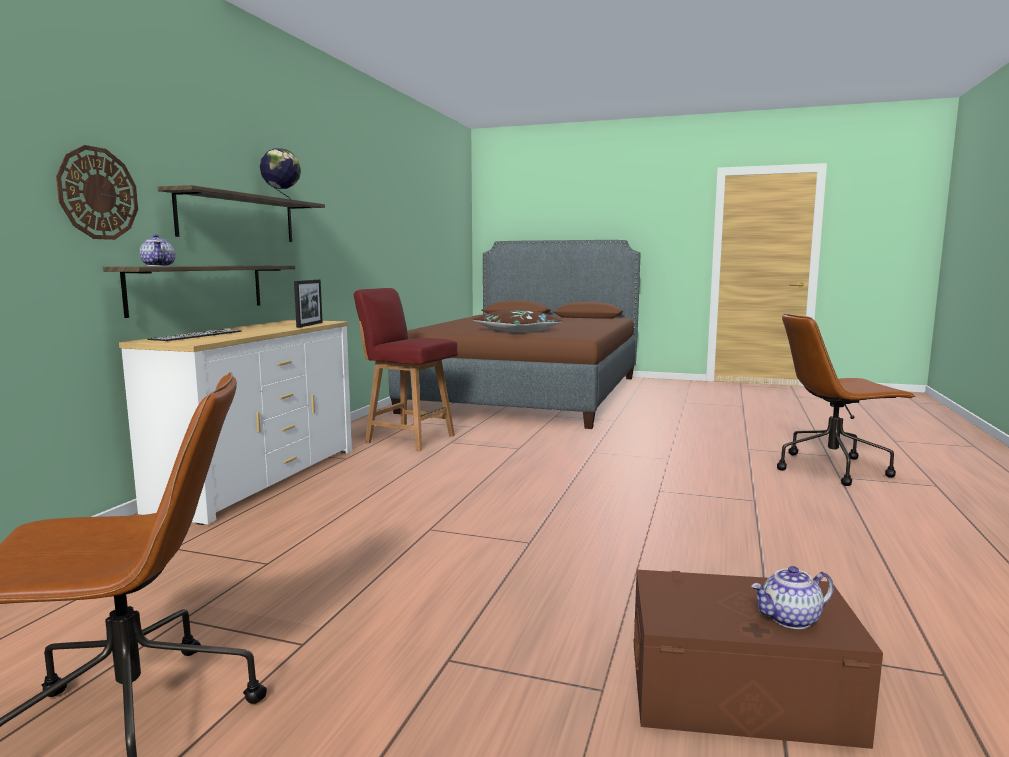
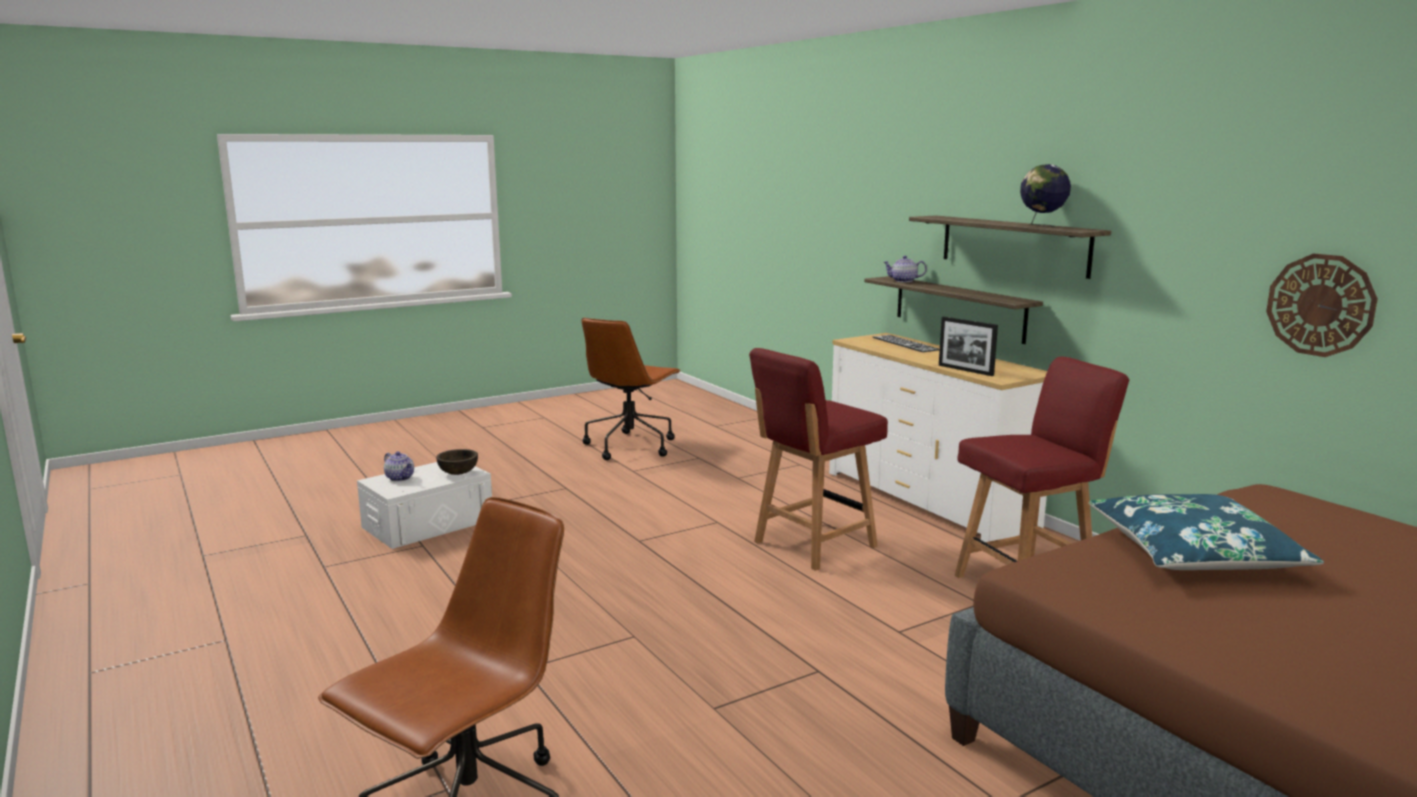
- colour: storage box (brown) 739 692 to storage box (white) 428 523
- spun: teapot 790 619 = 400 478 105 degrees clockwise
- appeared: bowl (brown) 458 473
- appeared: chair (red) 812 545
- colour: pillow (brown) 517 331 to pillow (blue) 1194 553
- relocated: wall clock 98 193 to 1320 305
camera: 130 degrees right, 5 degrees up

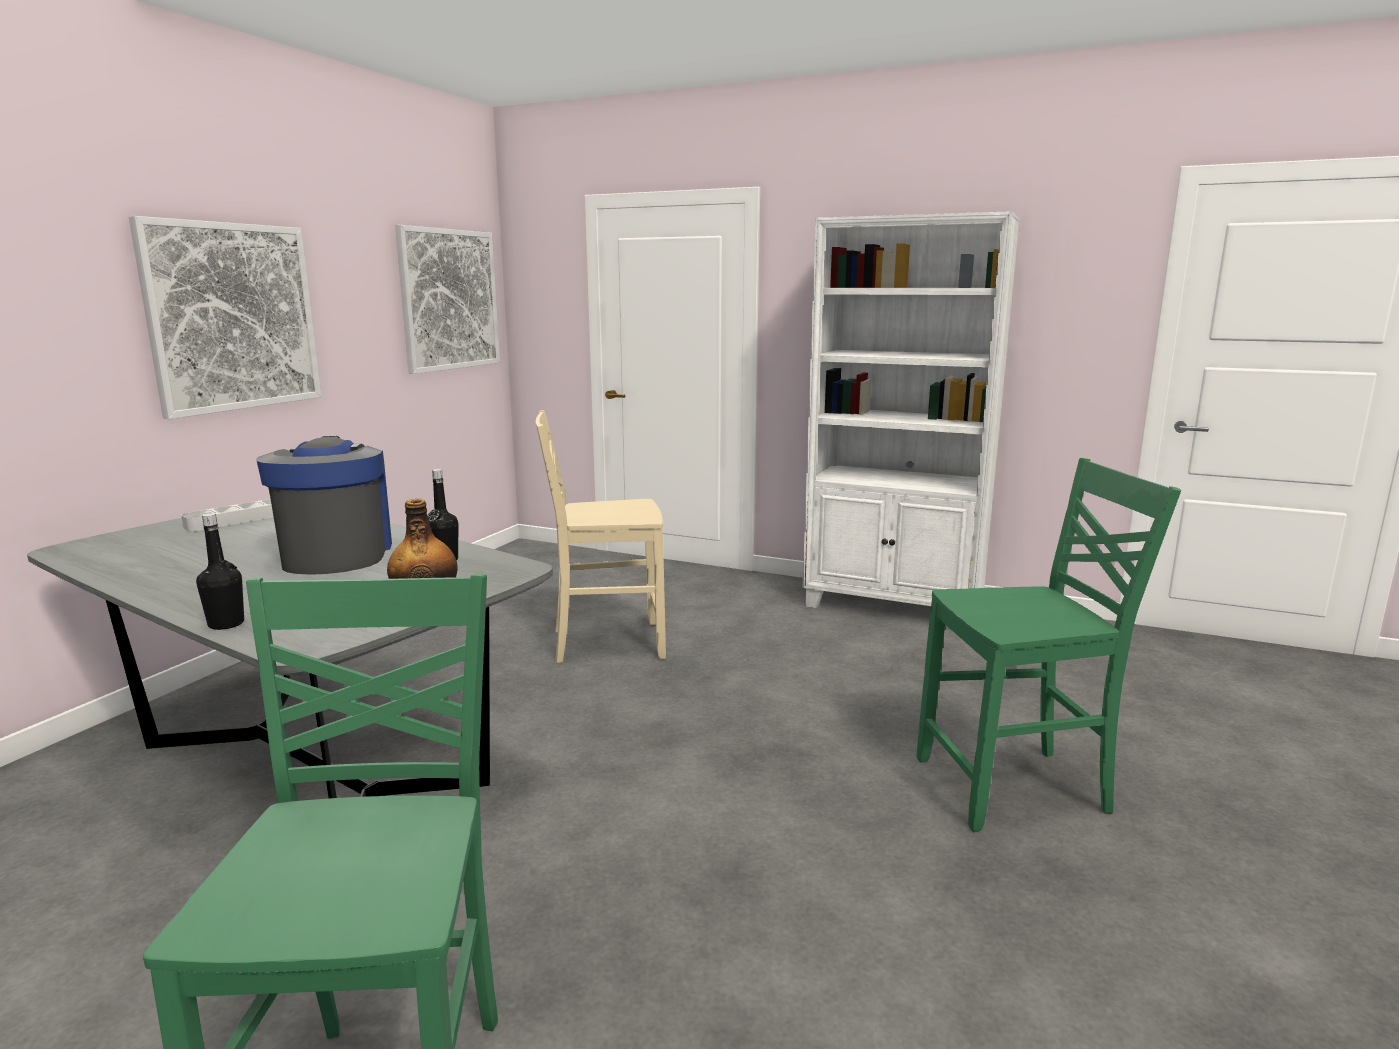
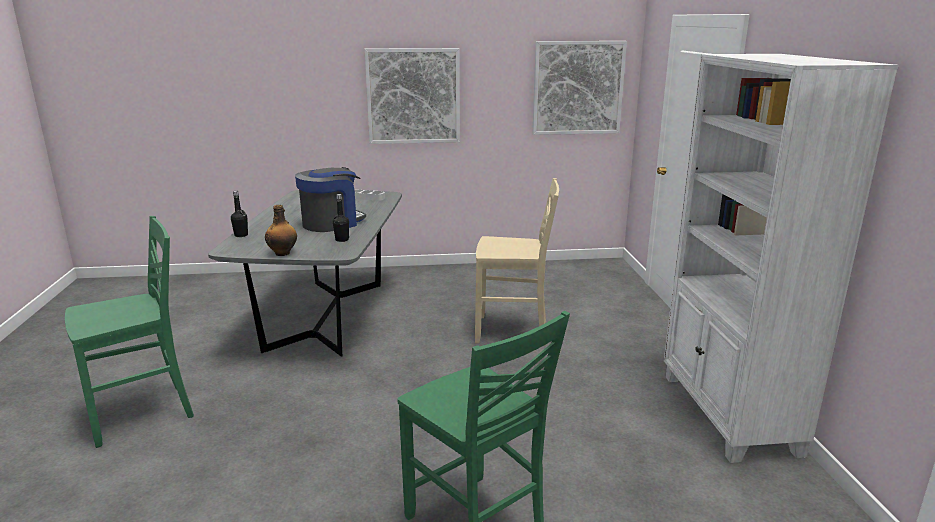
- spun: chair (beige) 605 643 = 513 331 135 degrees clockwise
camera: 60 degrees right, 5 degrees up

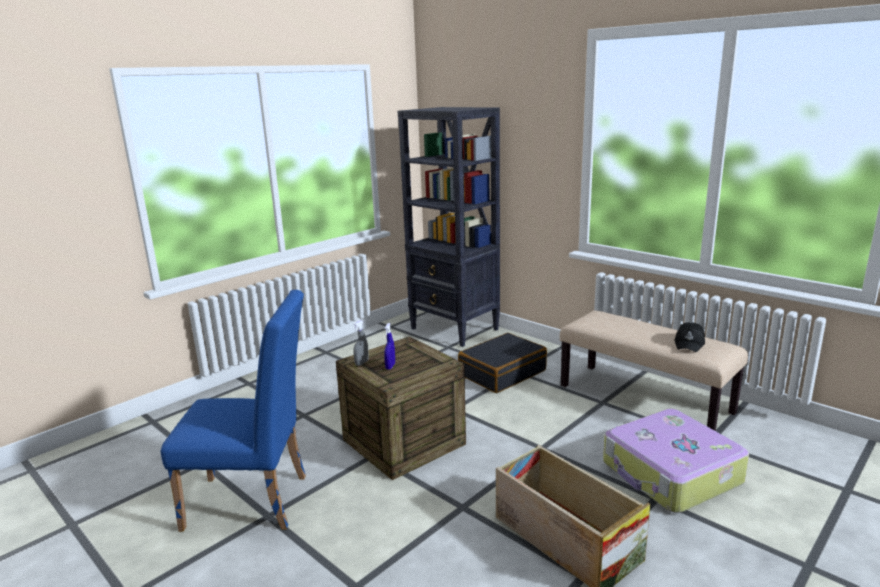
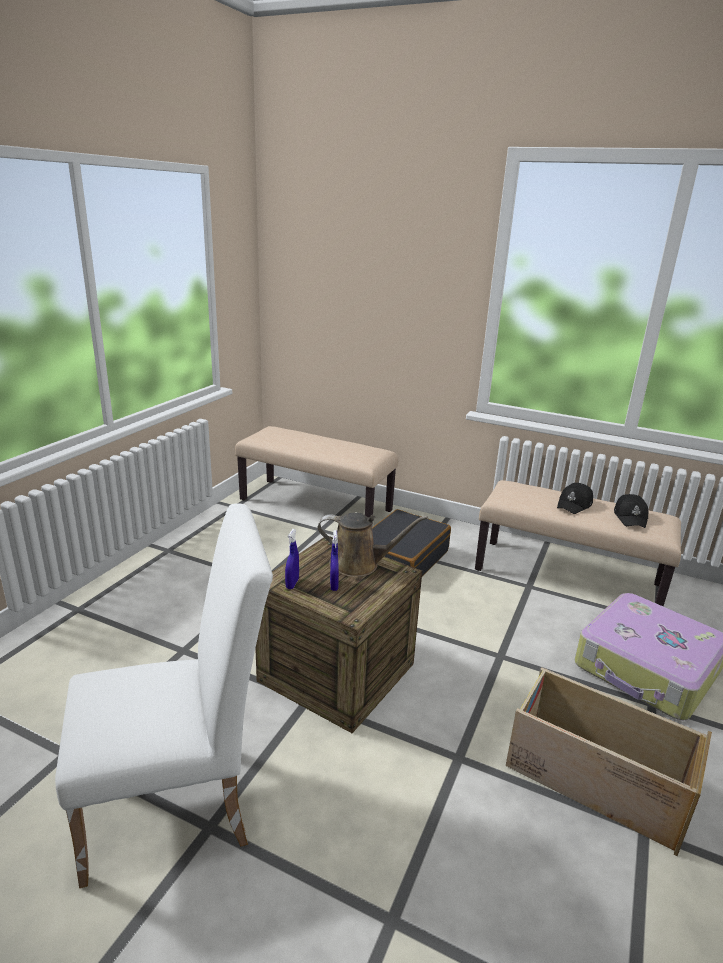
- colour: chair (blue) 256 502 to chair (white) 181 807
- exchanged: bookcase (black) 455 329 to bench (beige) 316 505
- colour: spray bottle (grey) 361 363 to spray bottle (blue) 292 584
- appeared: watering can (brown) 359 564
- appeared: cap (black) 574 505
camera: 20 degrees left, 5 degrees up

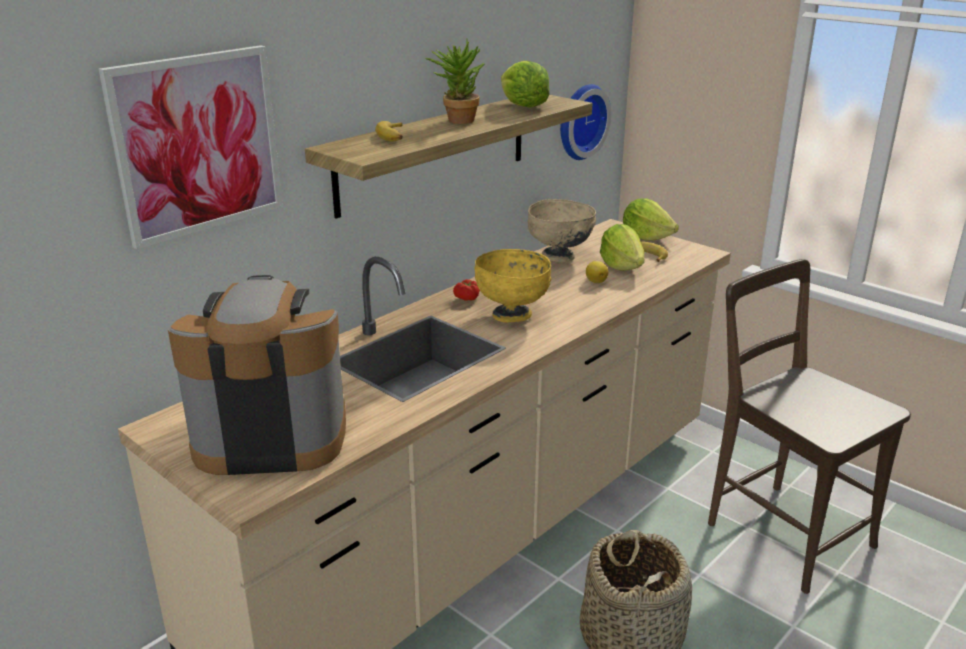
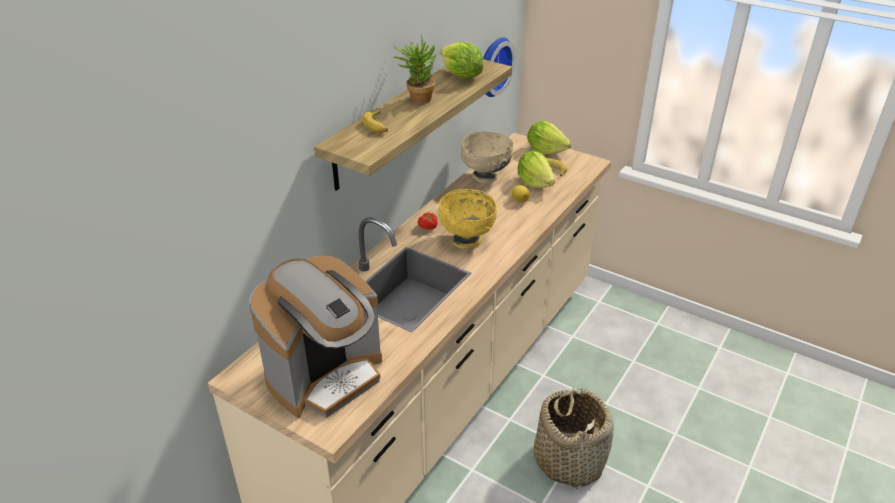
- spun: coffee machine 270 437 = 326 376 150 degrees clockwise
- missing: picture 197 144
- missing: chair (brown) 782 530
camera: 10 degrees left, 10 degrees up

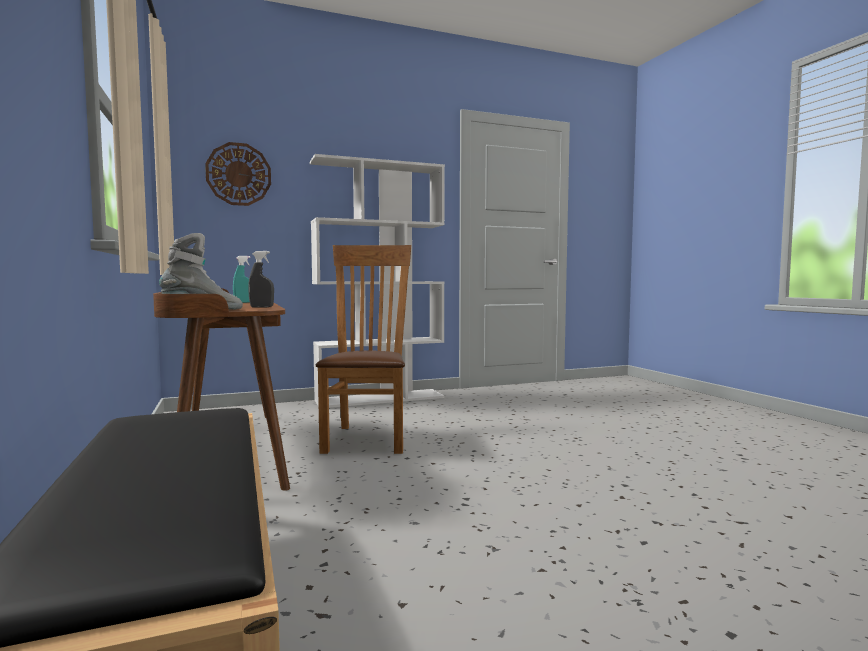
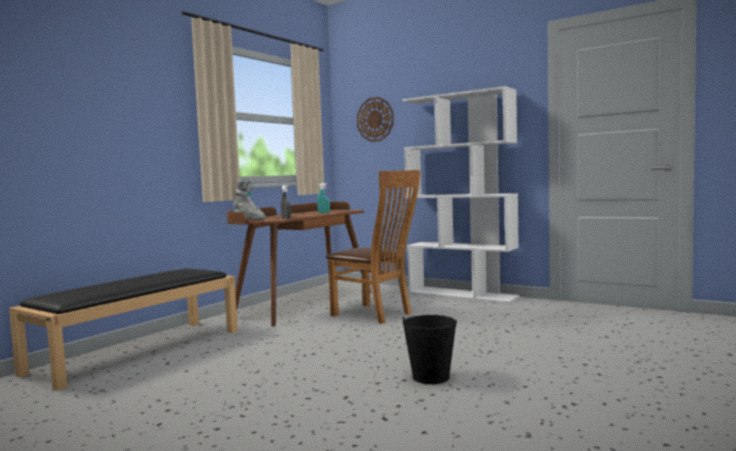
- spun: chair (brown) 368 437 = 375 314 75 degrees clockwise
- appeared: bucket (black) 430 377
camera: 55 degrees right, 0 degrees up

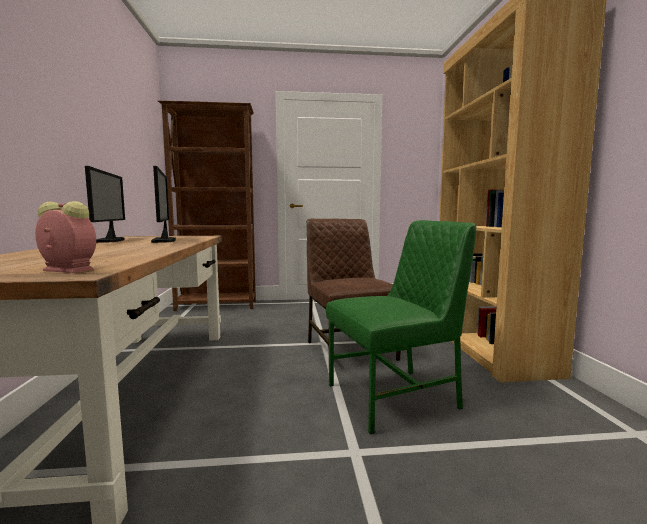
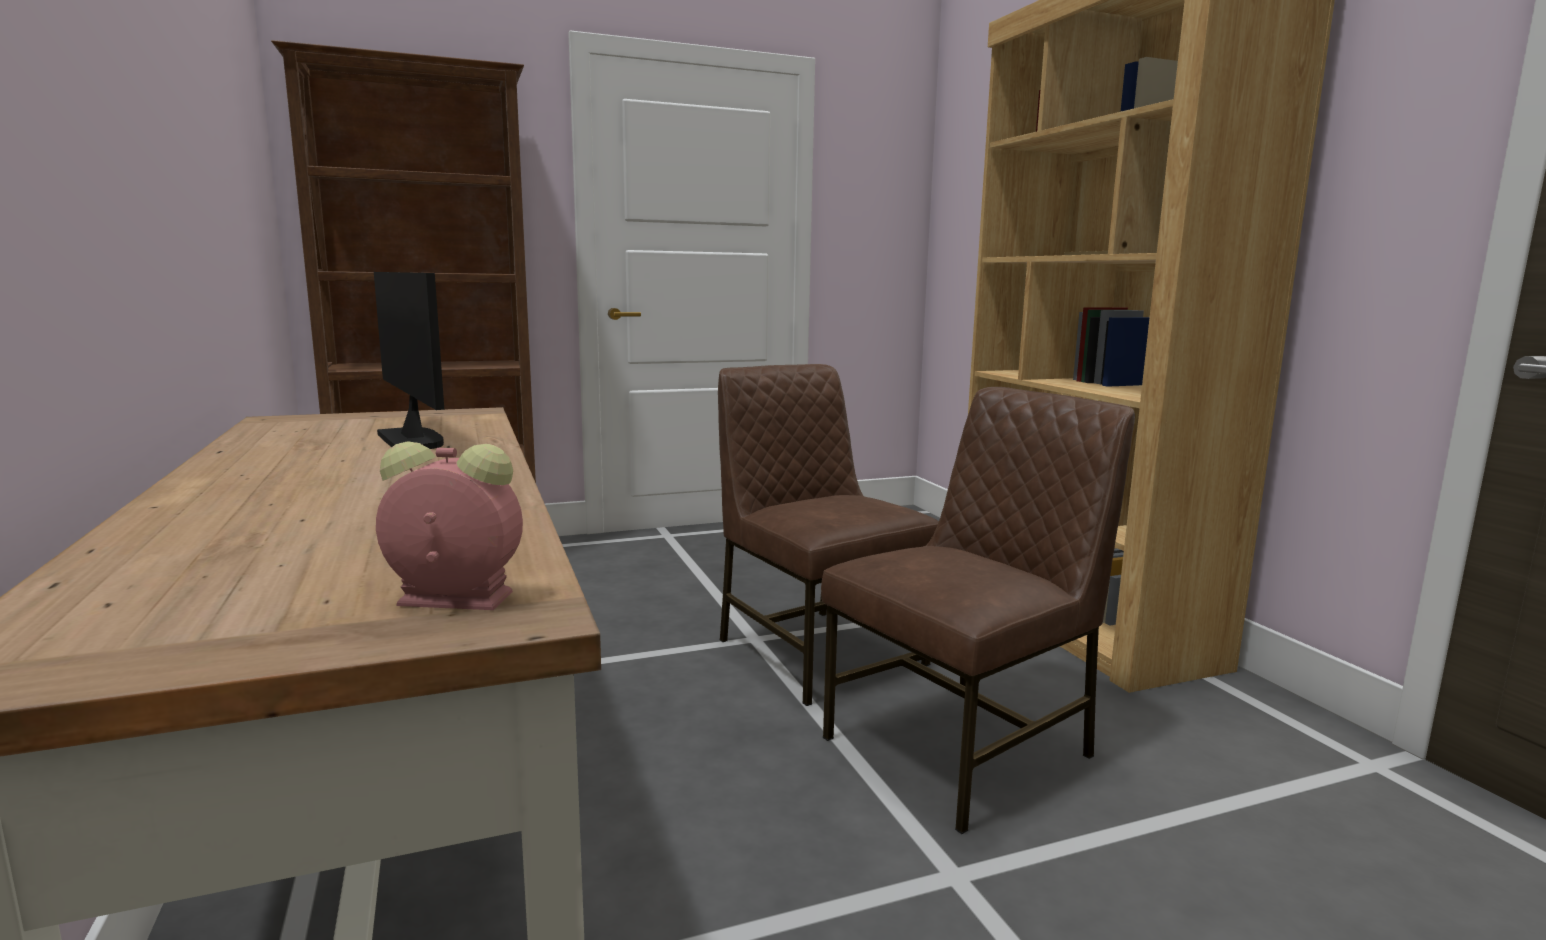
- colour: chair (green) 395 397 to chair (brown) 964 748
- missing: monitor 111 240
camera: 15 degrees left, 5 degrees up

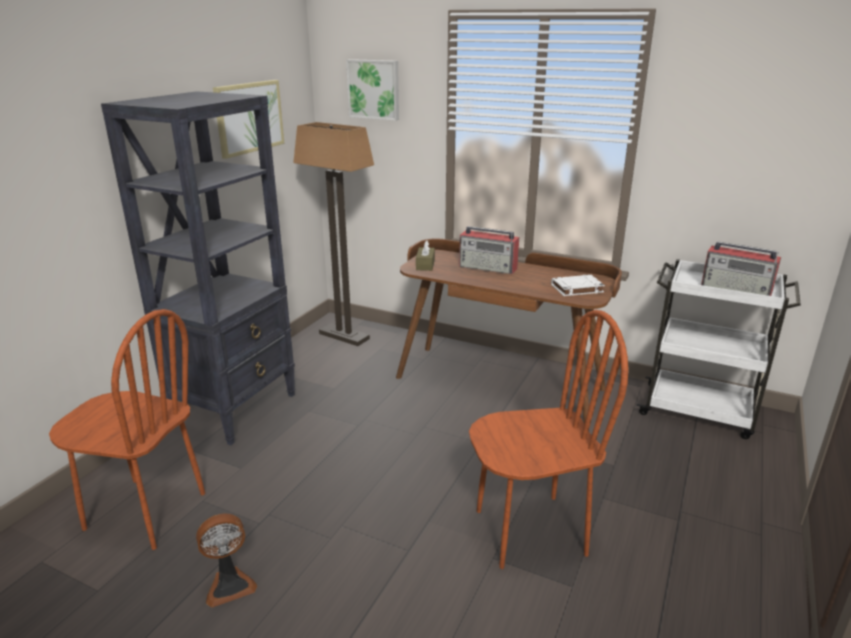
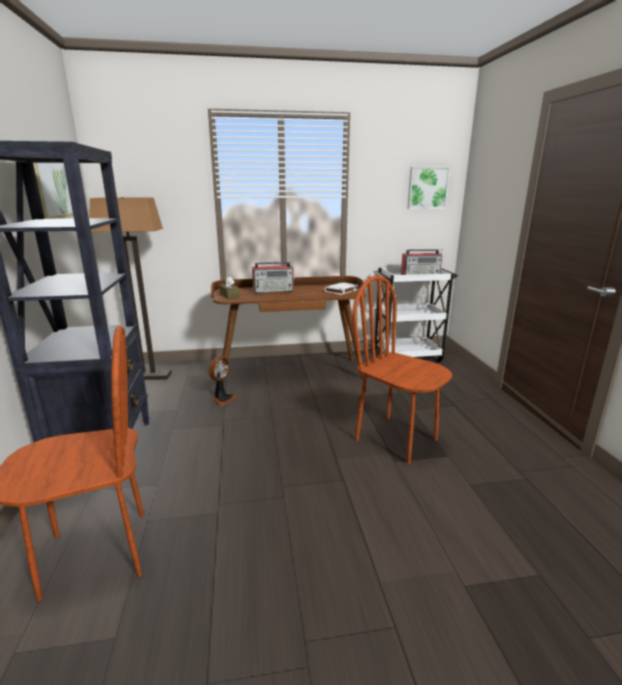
- relocated: fan 230 585 to 222 399
- spun: chair (brown) 530 531 = 396 439 90 degrees counterclockwise
- relocated: picture 374 89 to 427 188
camera: 35 degrees left, 5 degrees down

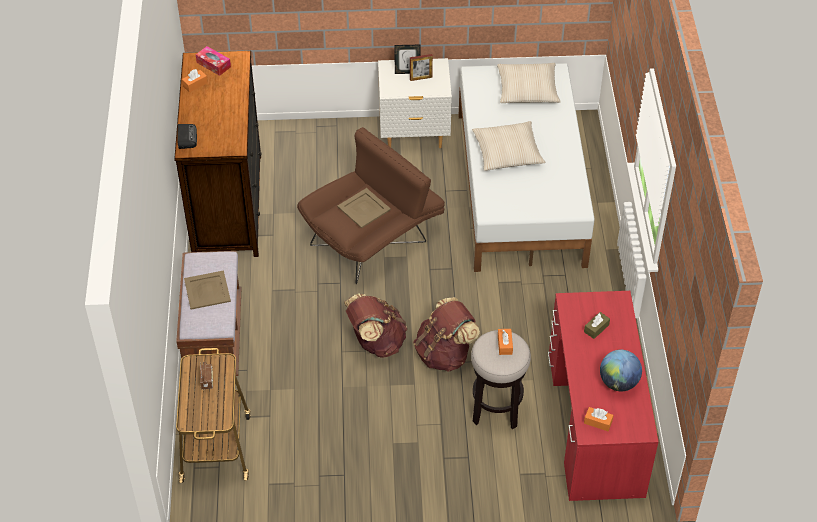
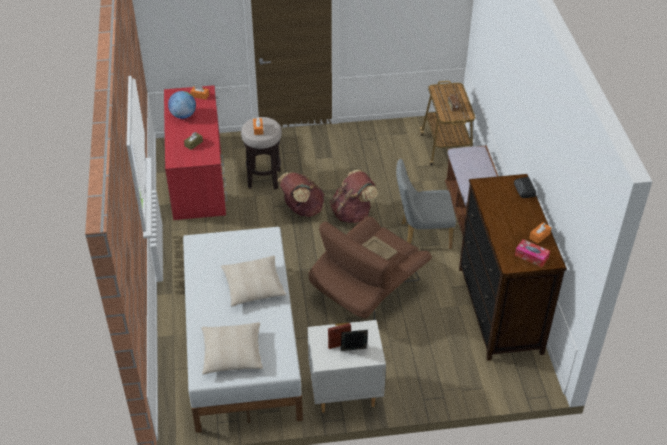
- appeared: chair (grey) 421 235
- missing: tray (beige) 207 290
camera: 175 degrees right, 5 degrees down

